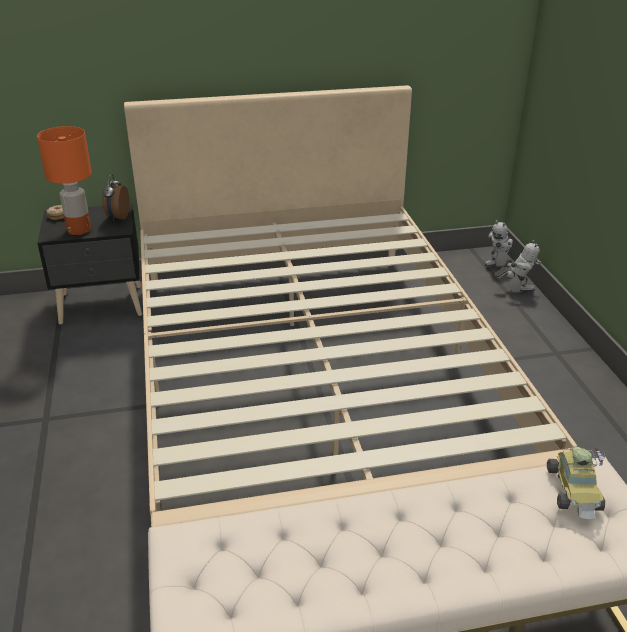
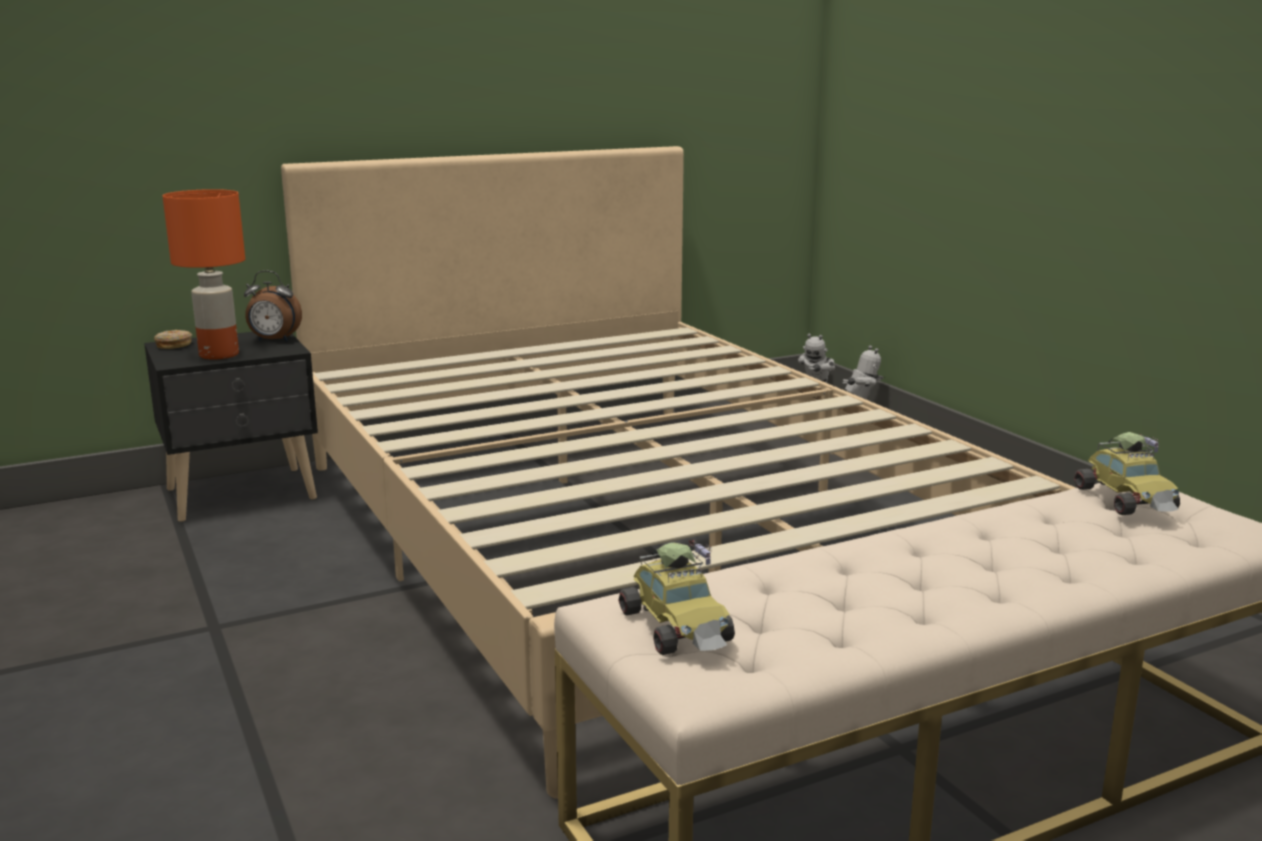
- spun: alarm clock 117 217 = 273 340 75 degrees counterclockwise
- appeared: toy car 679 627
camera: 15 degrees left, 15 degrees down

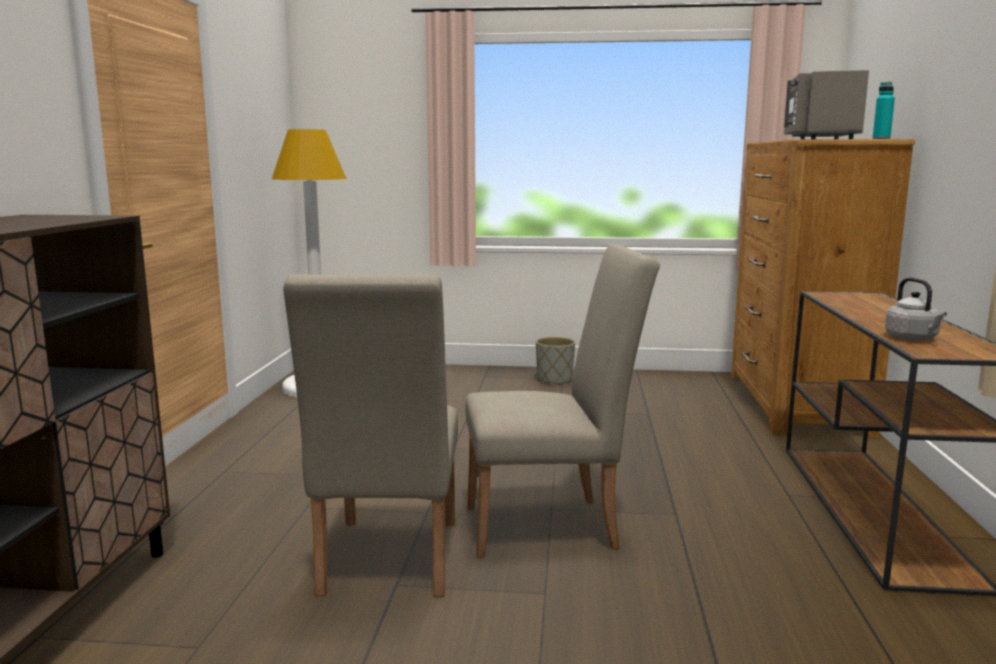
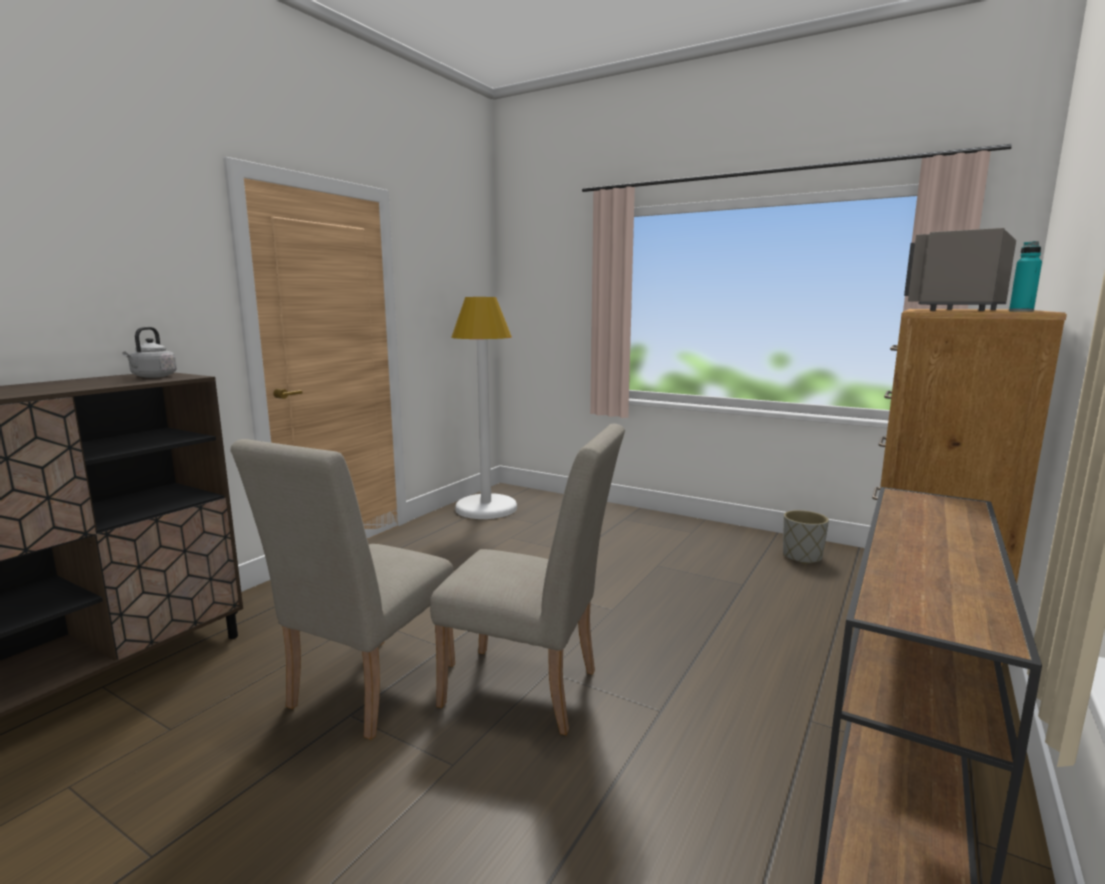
- relocated: kettle (grey) 913 338 to 152 377
- relocated: planter (grey) 555 380 to 802 557
camera: 25 degrees right, 0 degrees up

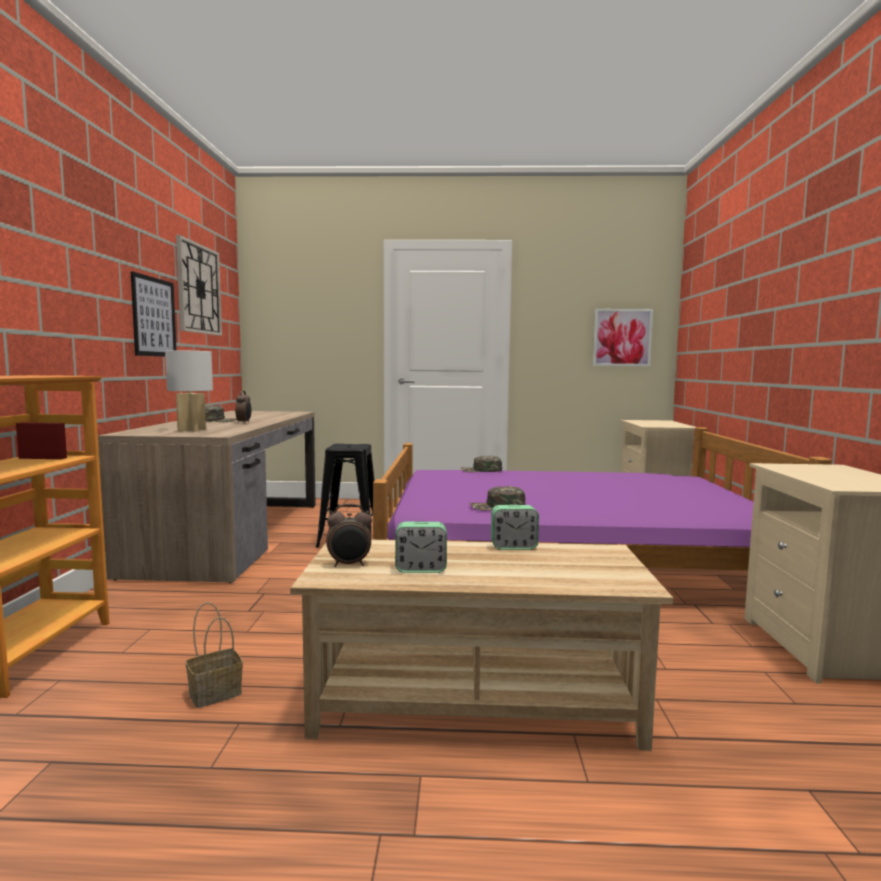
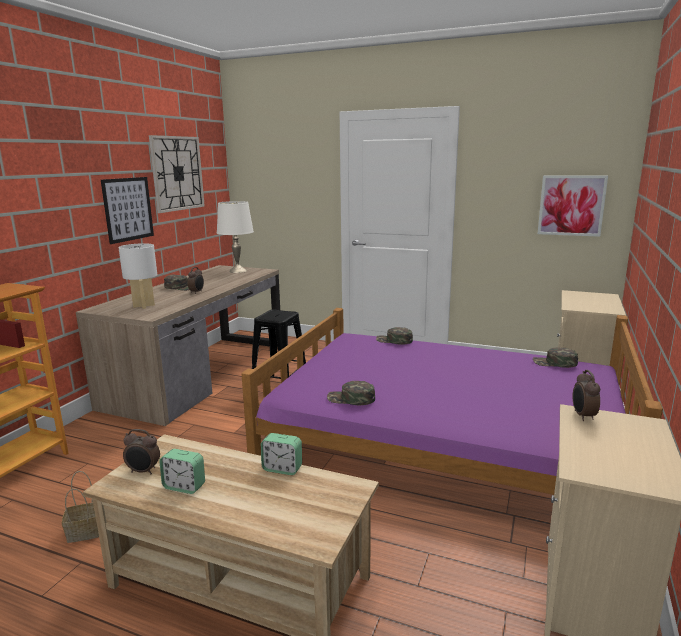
- appeared: table lamp (white) 238 271
- appeared: cap (green) 554 363
- appeared: alarm clock 583 416
camera: 20 degrees right, 10 degrees up

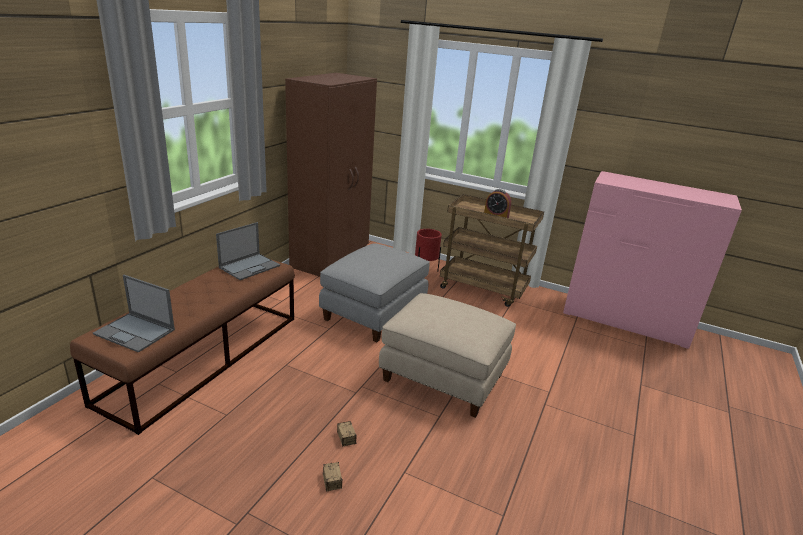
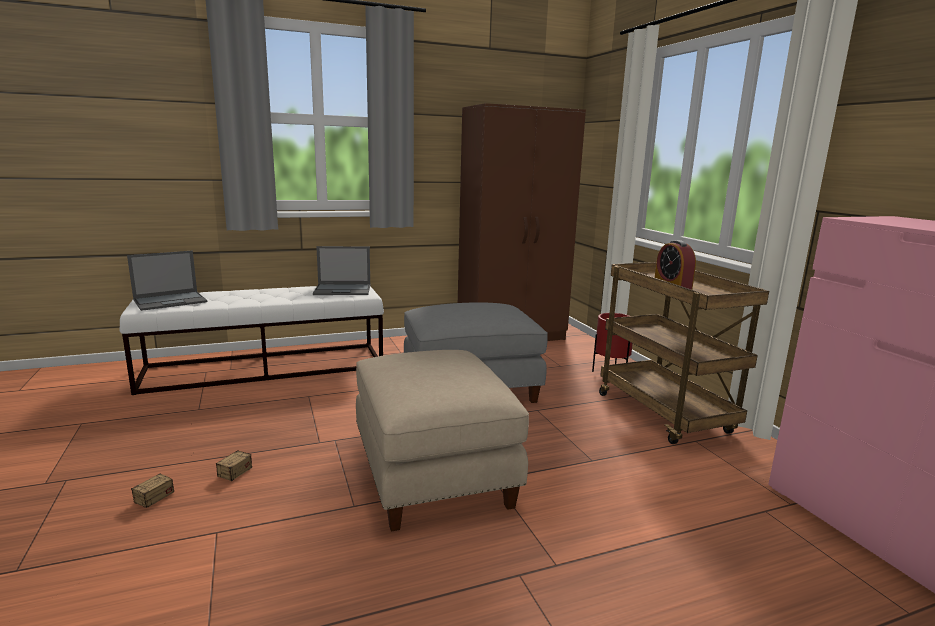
- colour: bench (brown) 204 356 to bench (white) 266 367
- spun: laptop 135 332 = 171 301 105 degrees counterclockwise
camera: 45 degrees right, 10 degrees down

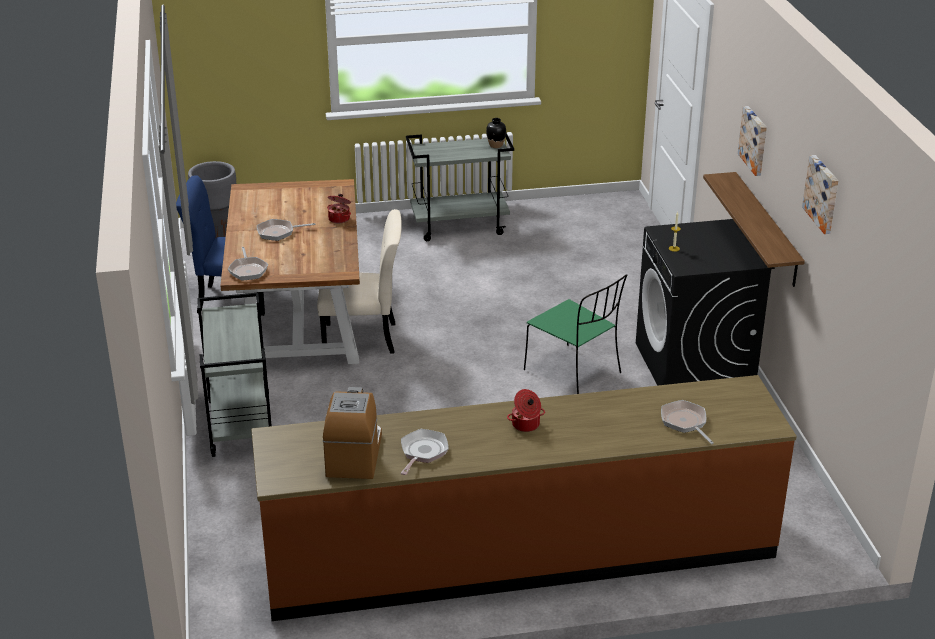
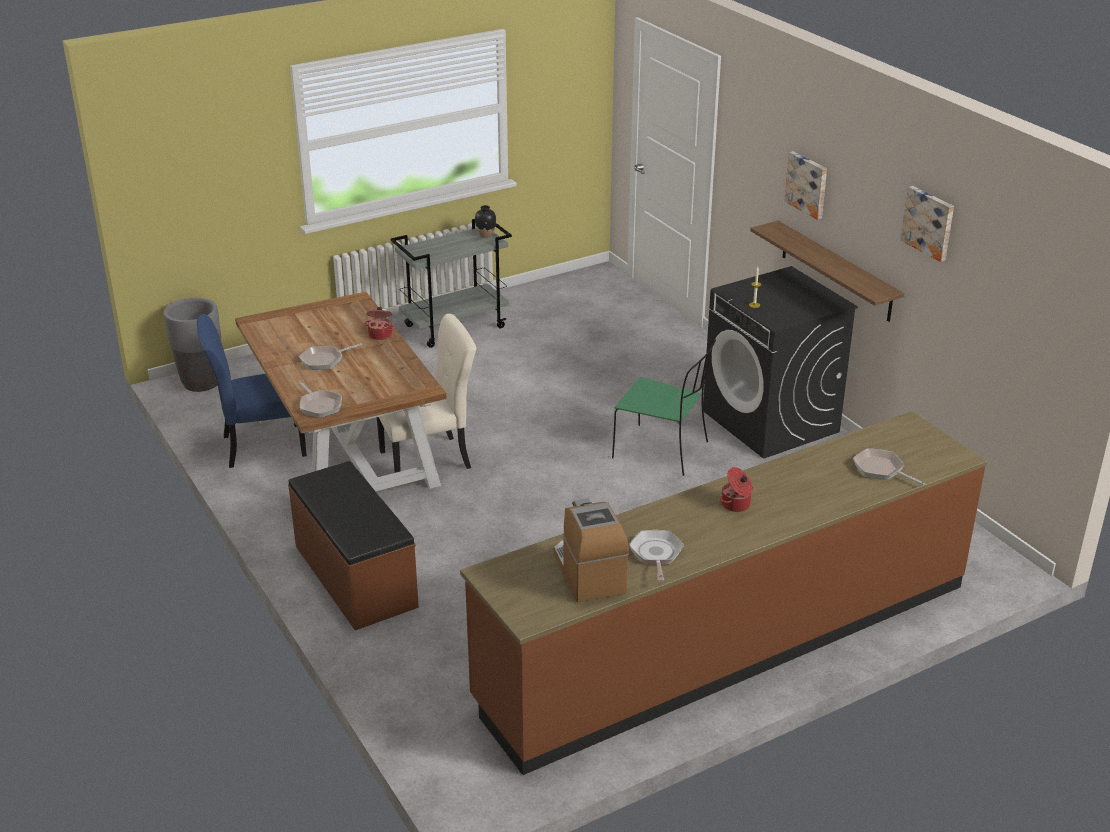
- exchanged: cart (grey) 239 424 to bench (brown) 354 576
camera: 20 degrees left, 0 degrees up

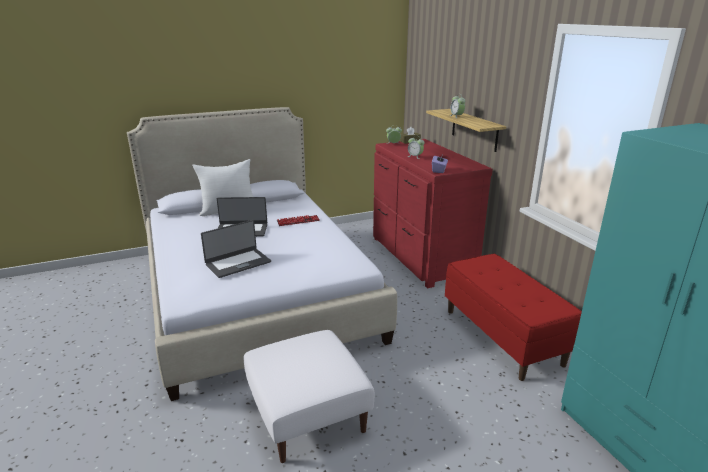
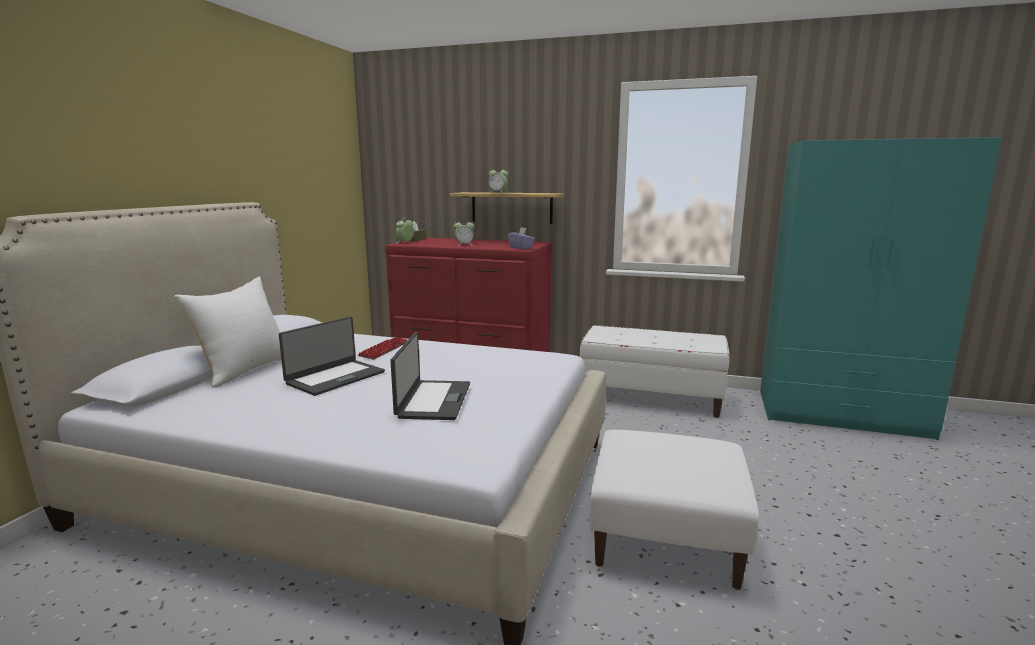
- colour: bench (red) 502 336 to bench (white) 651 398
camera: 50 degrees left, 10 degrees down

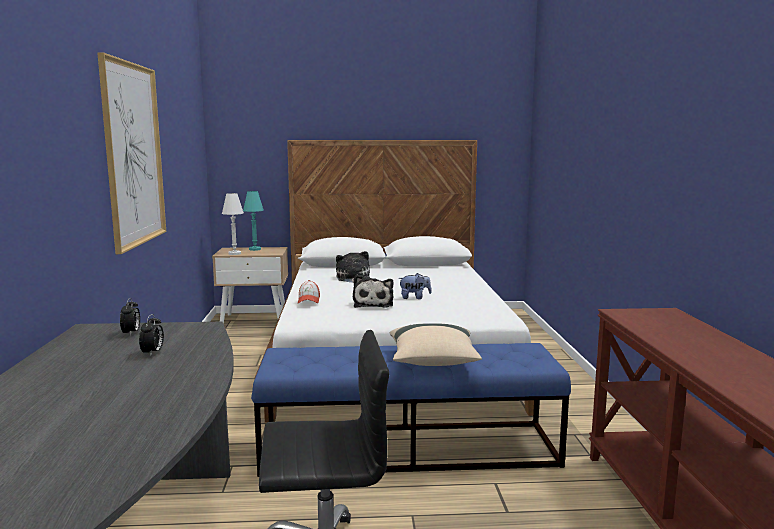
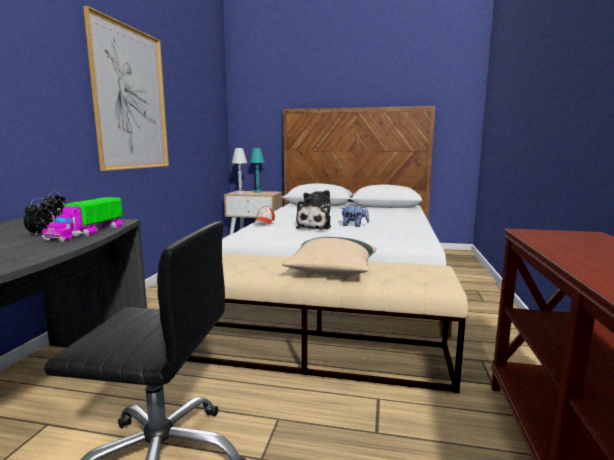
- appeared: toy truck 87 232
- colour: bench (blue) 409 448 to bench (beige) 313 353
camera: 15 degrees right, 0 degrees up

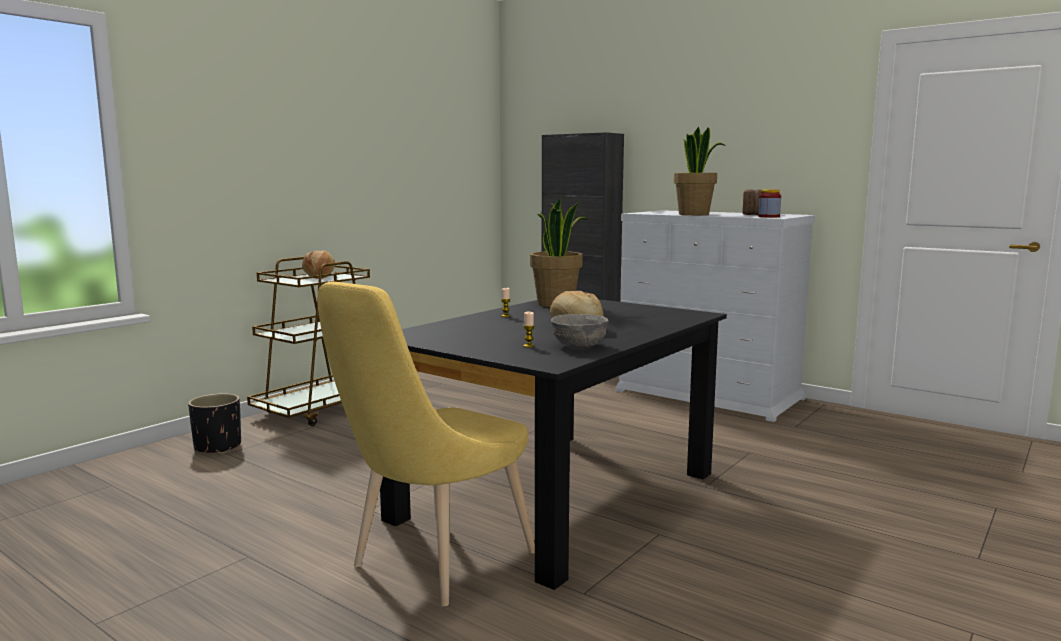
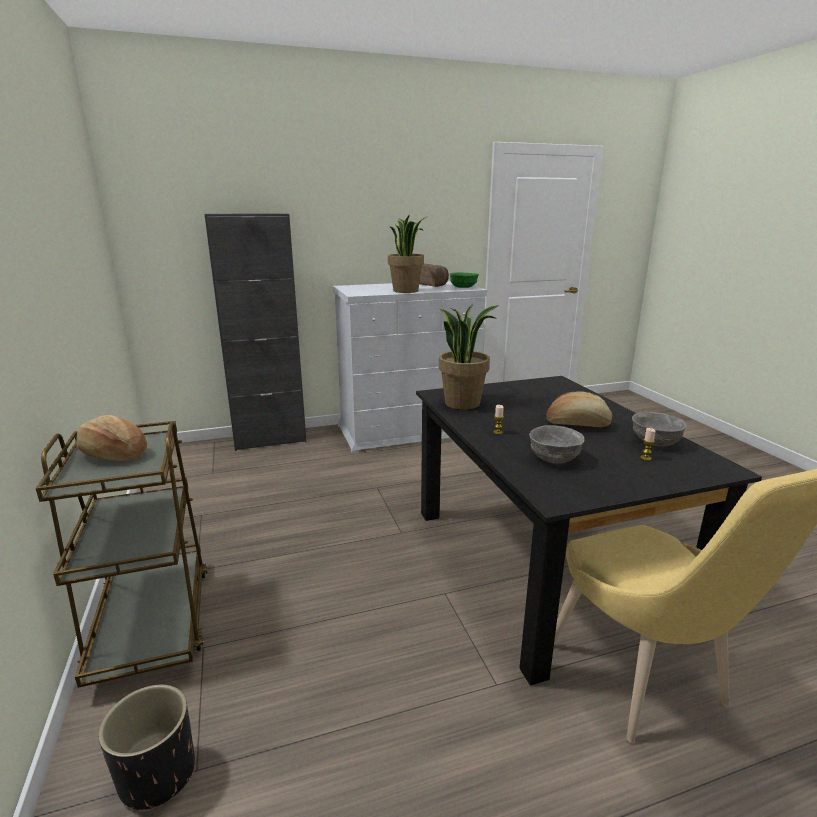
- exchanged: jar 768 216 to bowl (green) 463 287
- appeared: bowl (grey) 555 458
camera: 55 degrees left, 10 degrees up

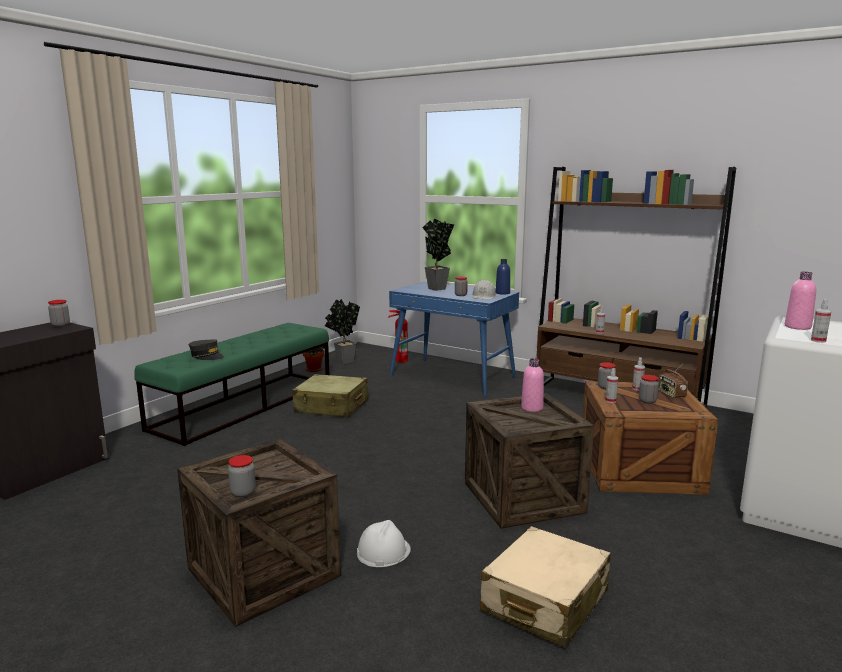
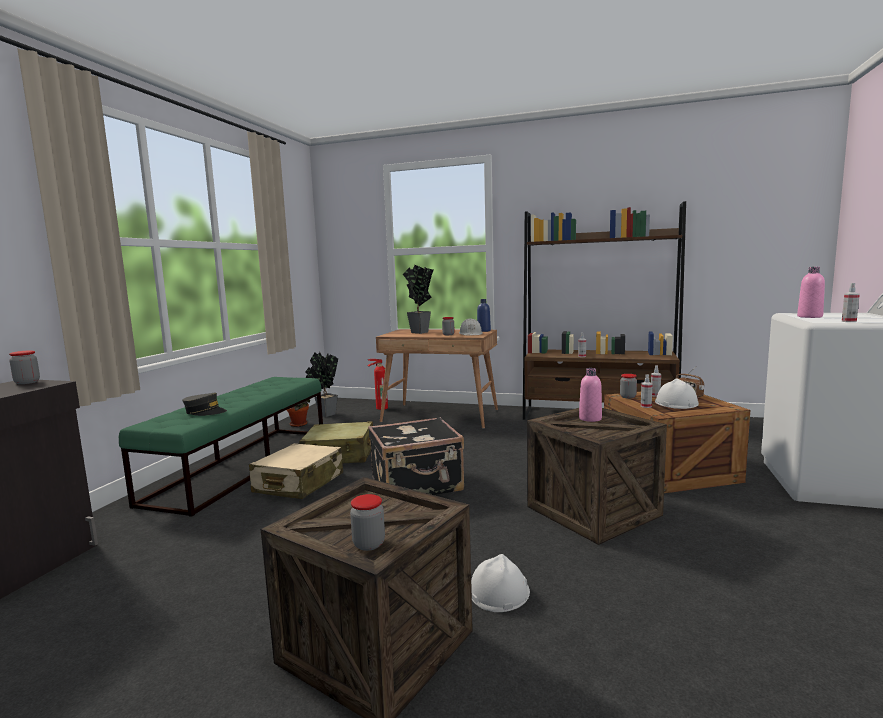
- relocated: suitcase (beige) 544 601 to 298 484
- appeared: suitcase (black) 417 485
- colour: desk (blue) 453 377 to desk (brown) 441 416
- exchanged: jar 647 401 to hard hat (white) 676 403
camera: 15 degrees left, 5 degrees down

